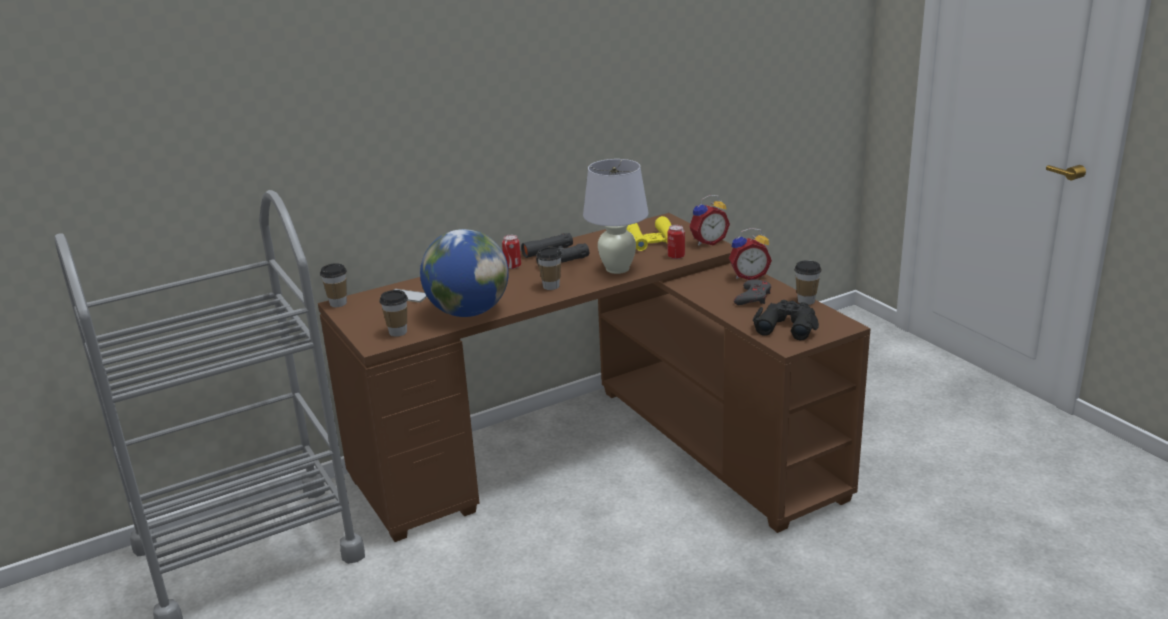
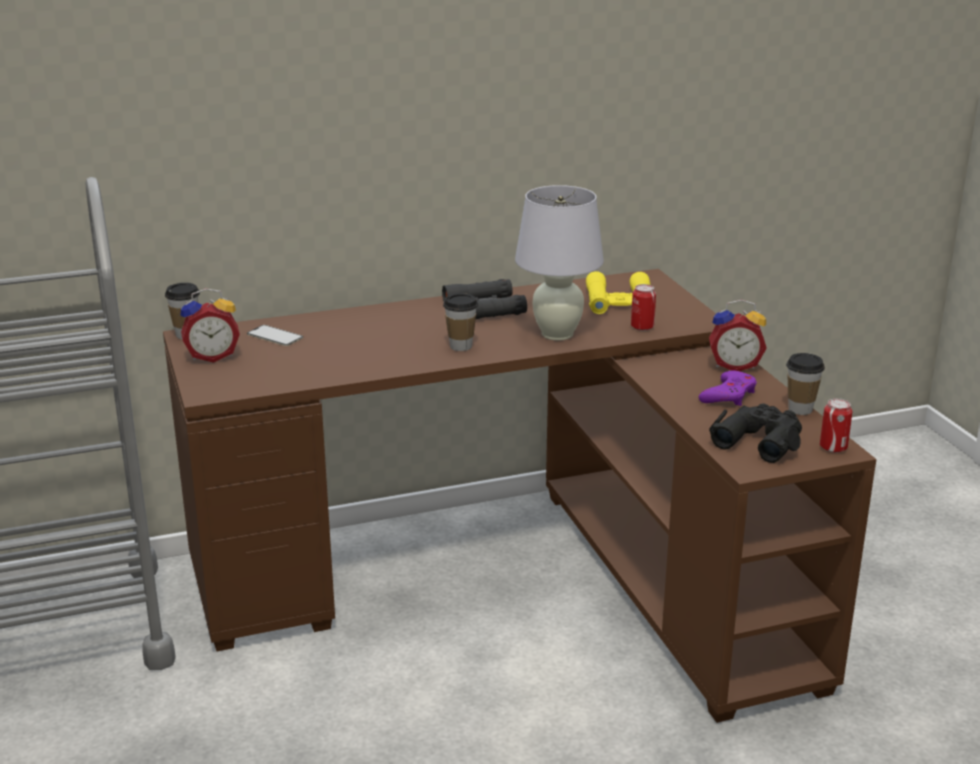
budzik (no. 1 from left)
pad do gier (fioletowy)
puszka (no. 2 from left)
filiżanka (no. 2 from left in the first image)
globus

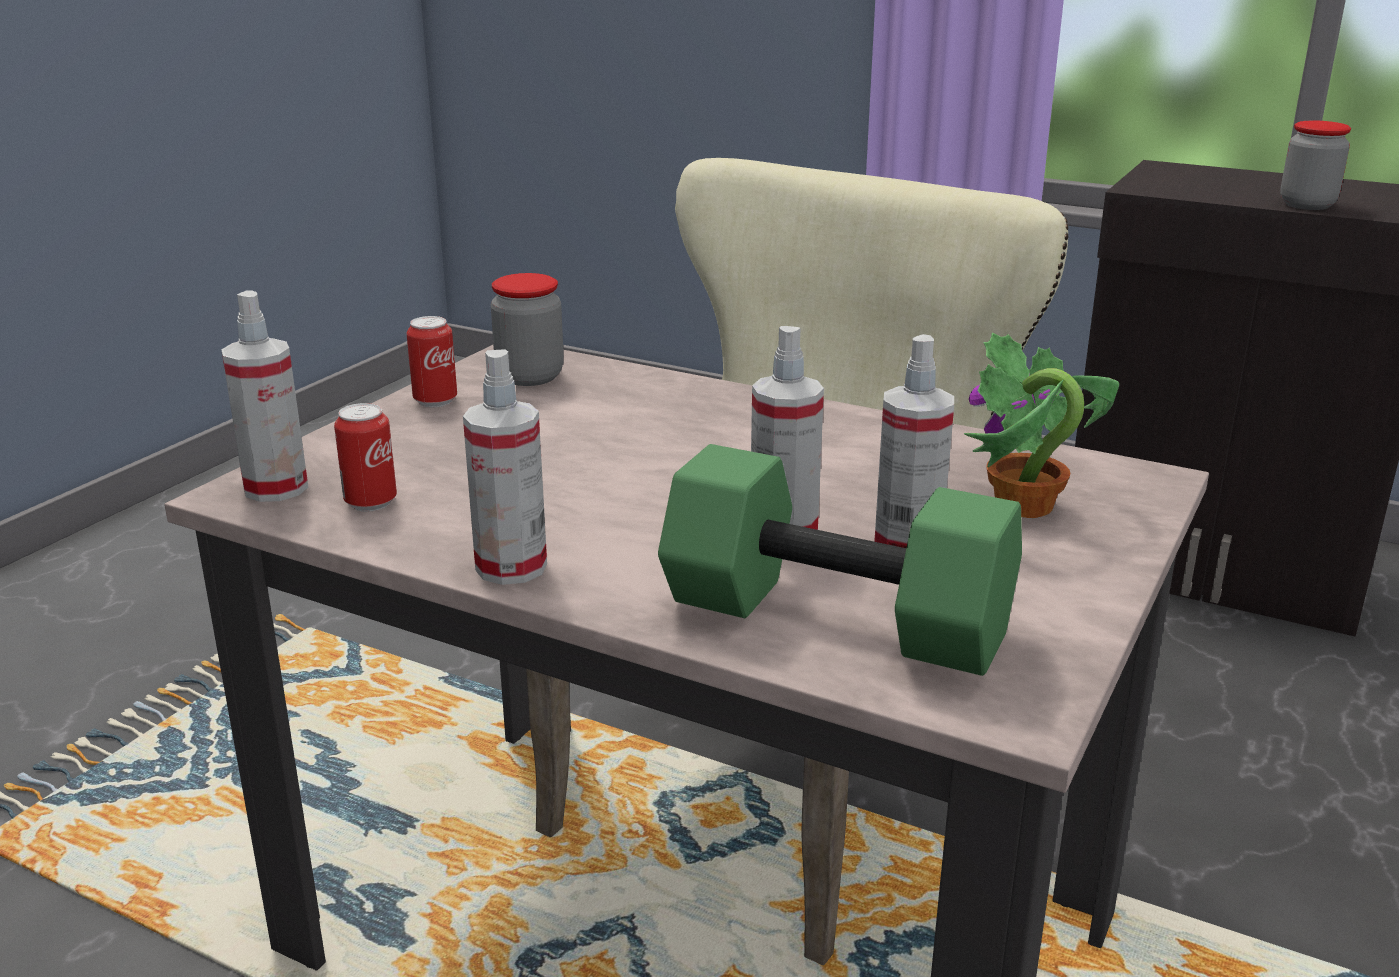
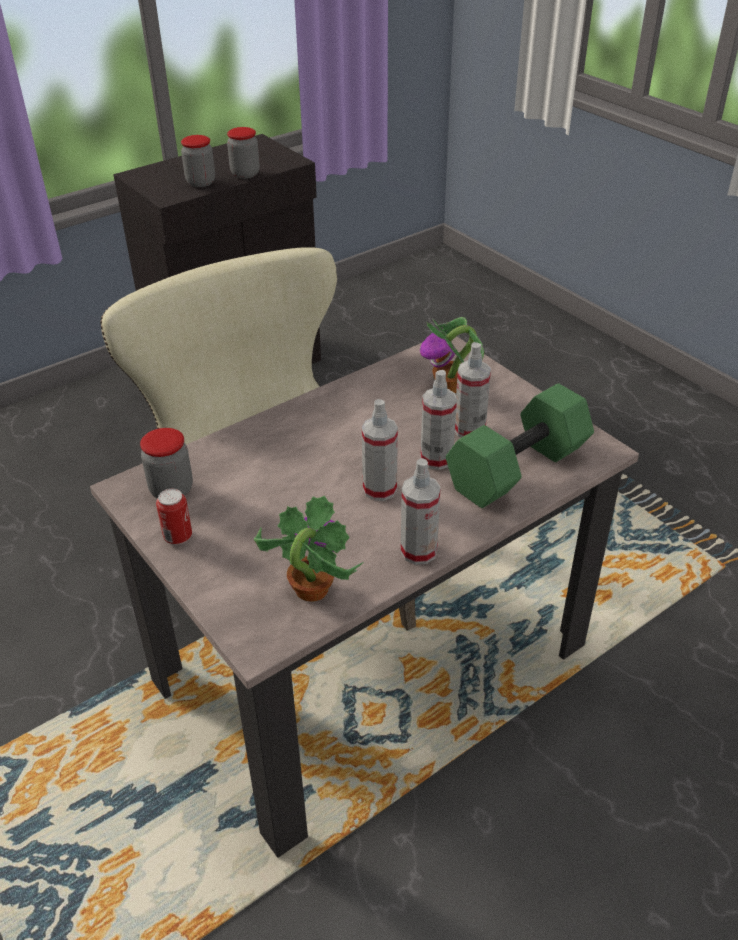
słoik (no. 2 from left)
roślina doniczkowa (no. 1 from left)
spryskiwacz (no. 1 from left)

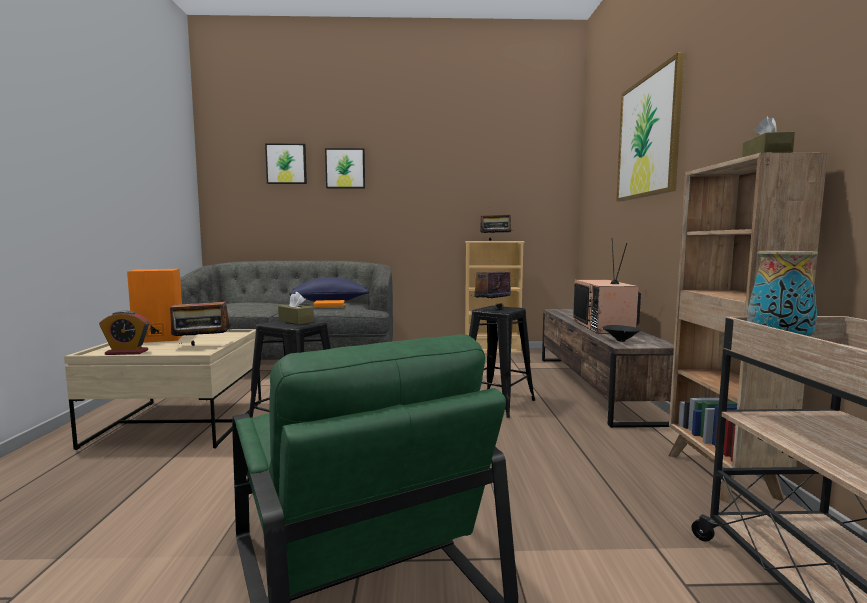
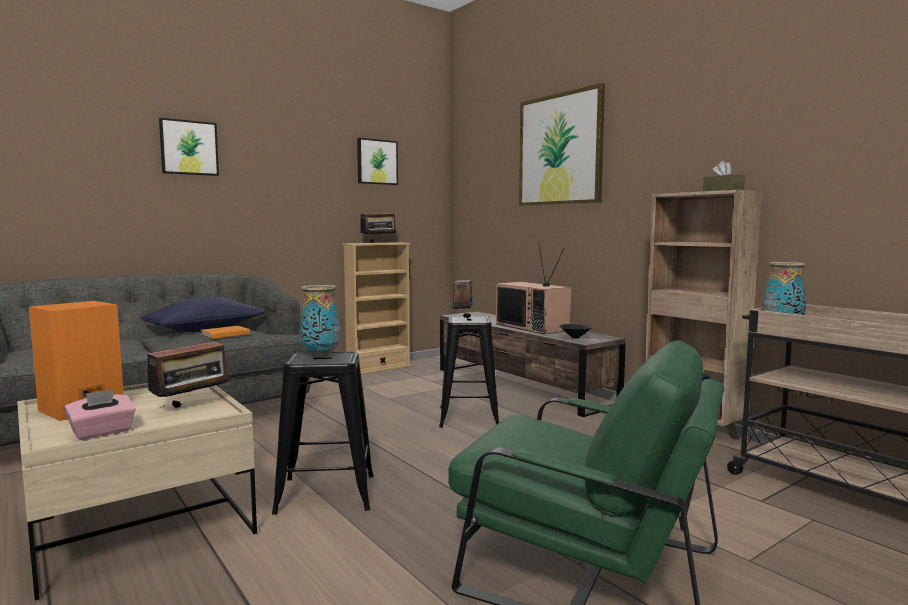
pudełko chusteczek (różowy)
wazon (no. 1 from left)
obraz (no. 2 from left)

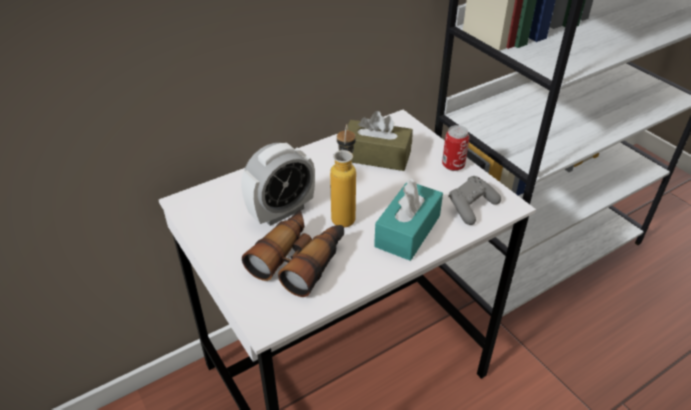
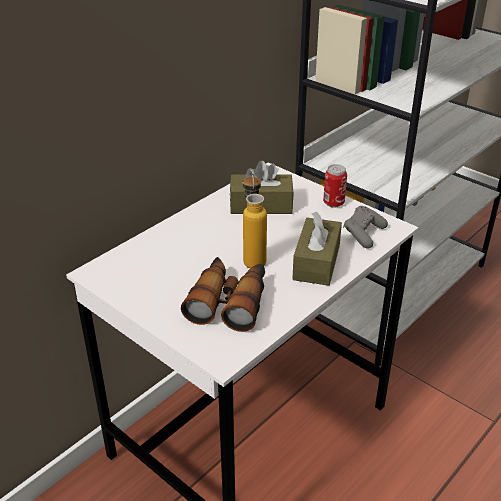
pudełko chusteczek (brązowy) (no. 2 from left)
budzik

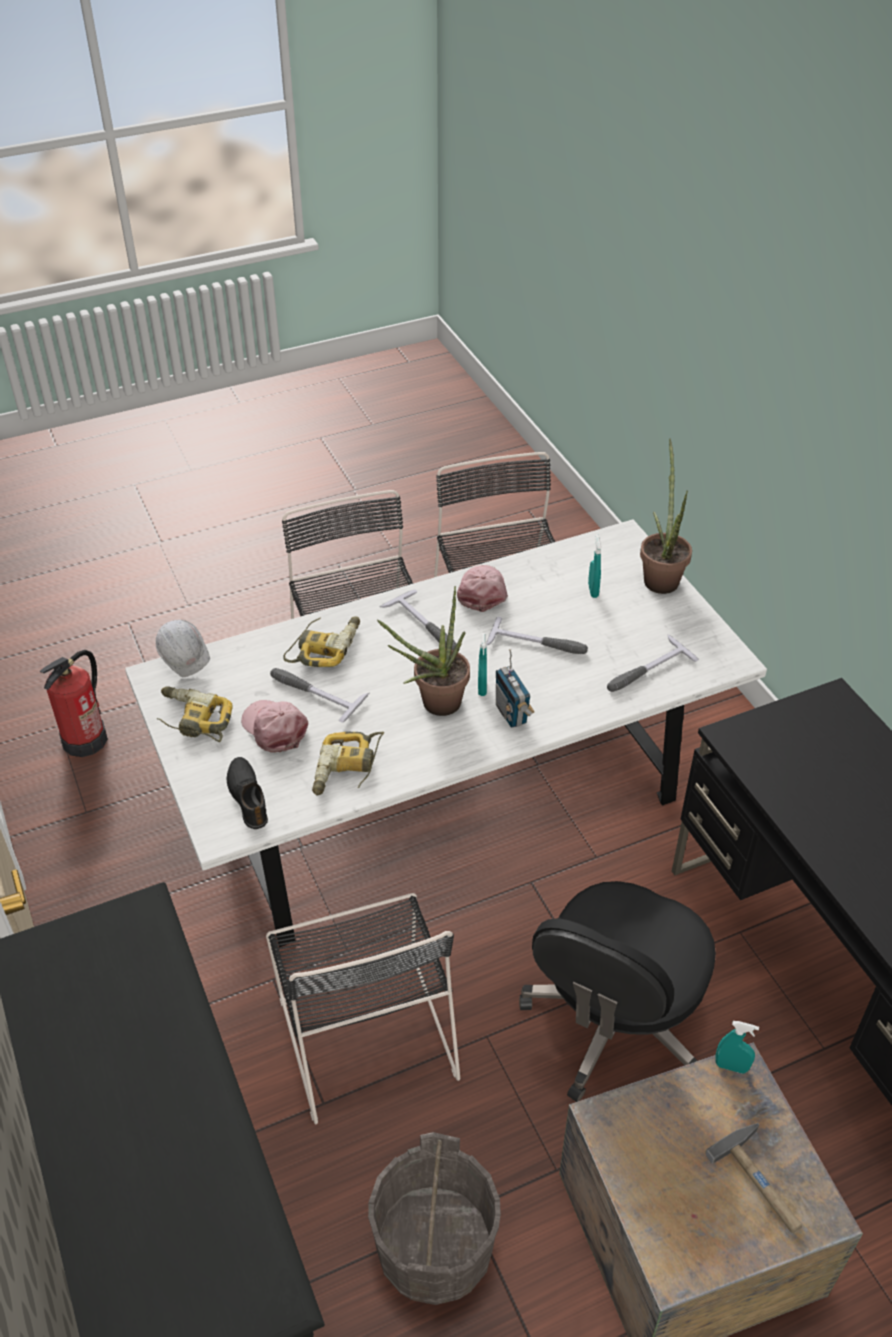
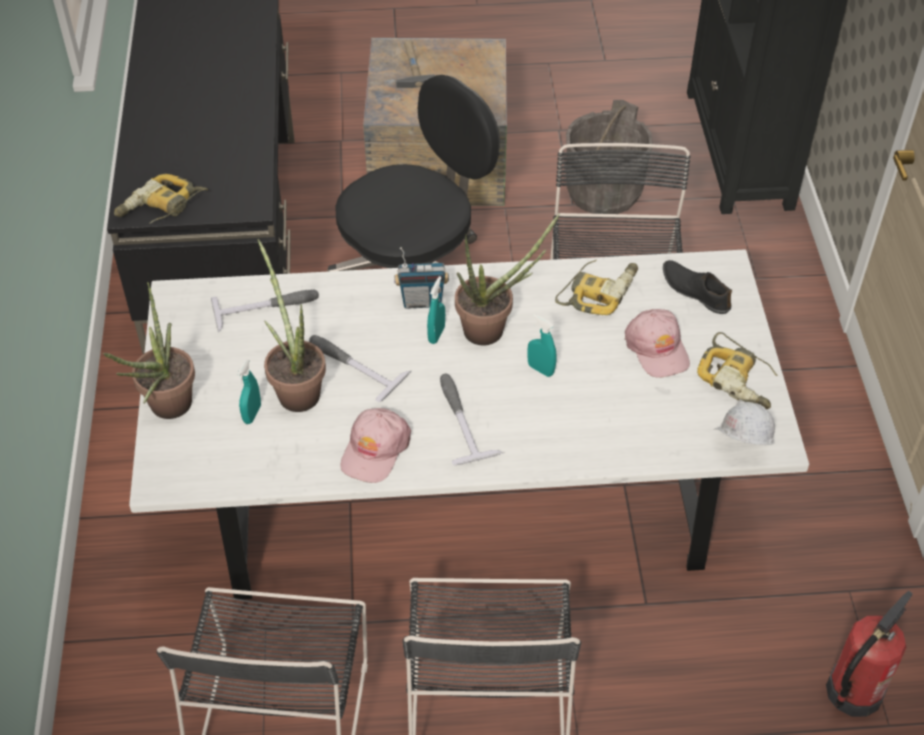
wiertarka (no. 1 from left)
roślina doniczkowa (no. 2 from left)
radio
spryskiwacz (turkusowy) (no. 3 from left)
but (czarny)
młotek (no. 1 from left in the first image)

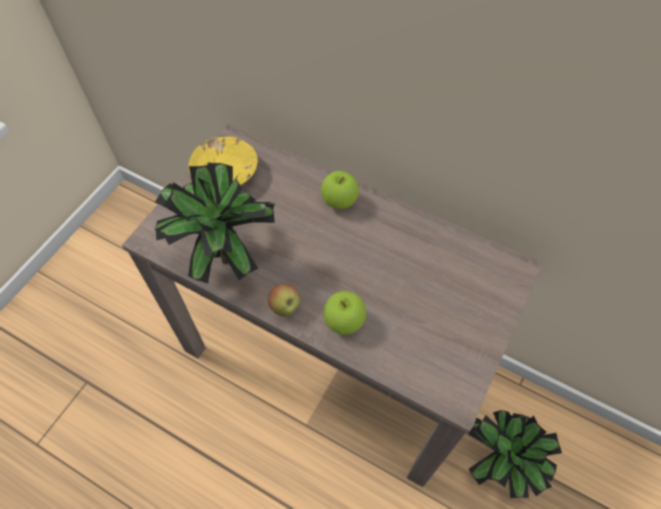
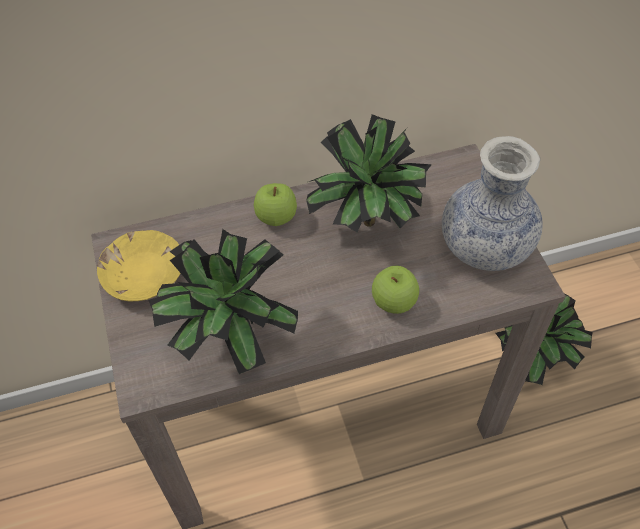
roślina doniczkowa (no. 2 from left)
wazon
jabłko (no. 1 from left in the first image)

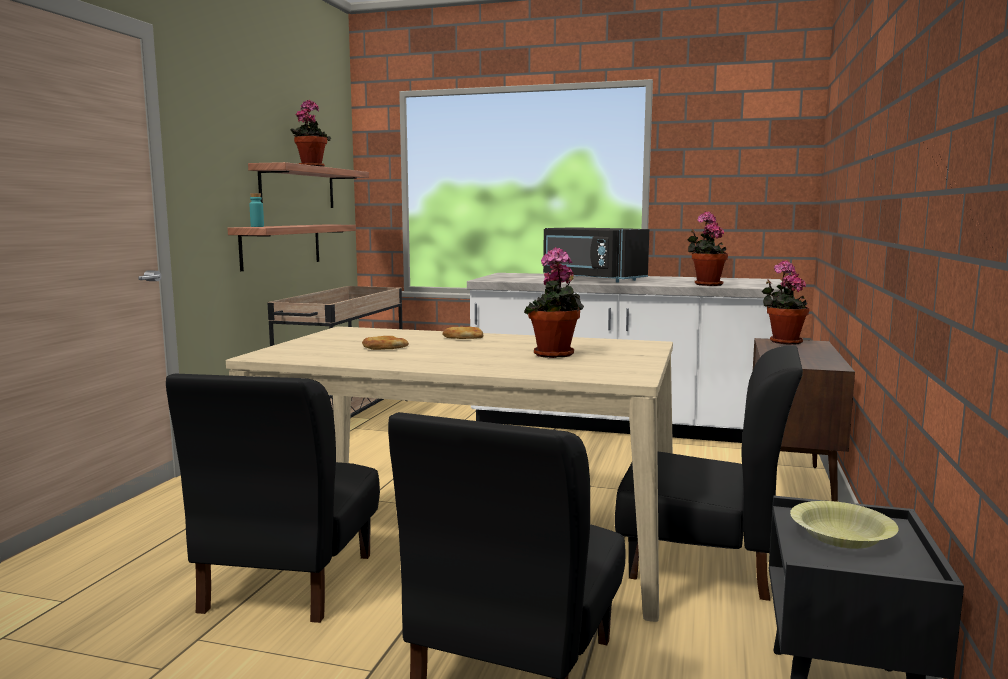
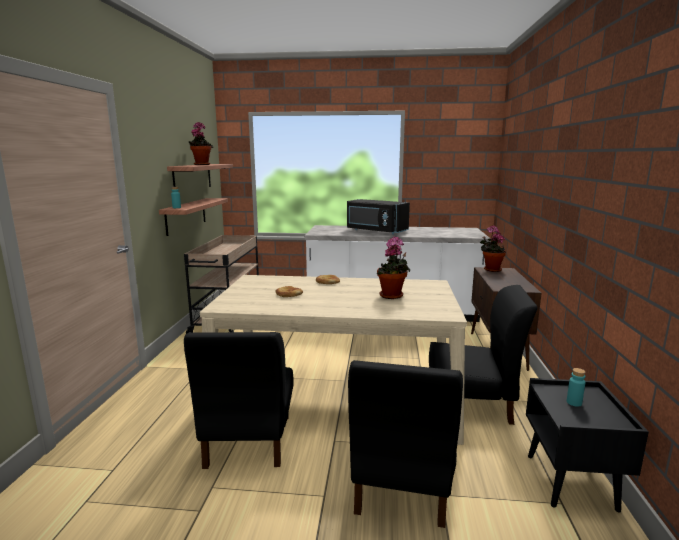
butelka (turkusowy) (no. 2 from left)
roślina doniczkowa (no. 3 from left in the first image)

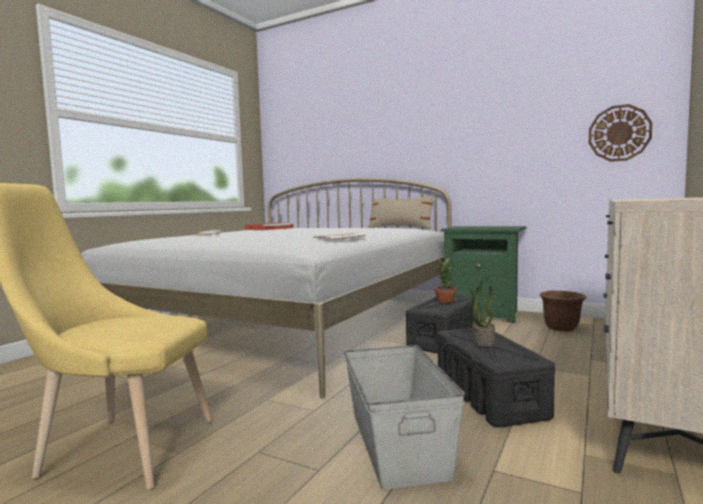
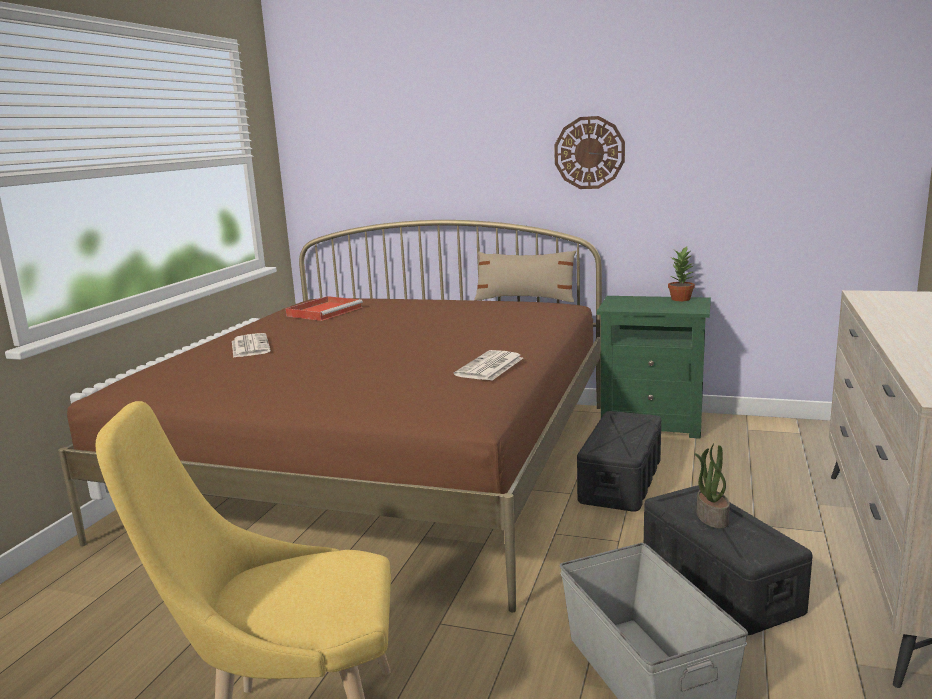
łóżko (brązowy)
zegar ścienny
roślina doniczkowa (no. 1 from left)
donica (brązowy)

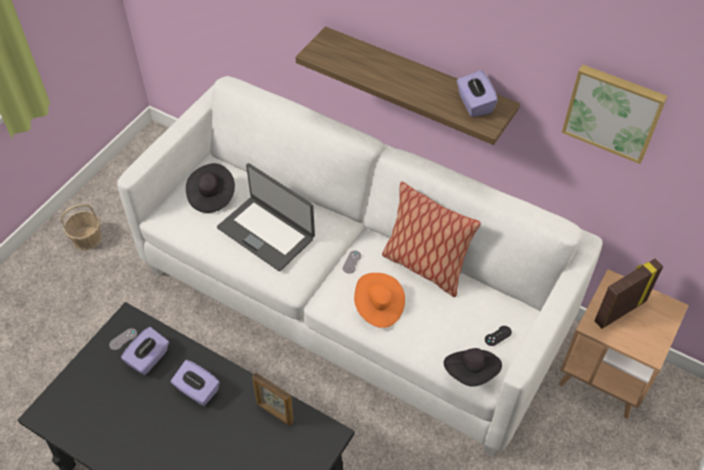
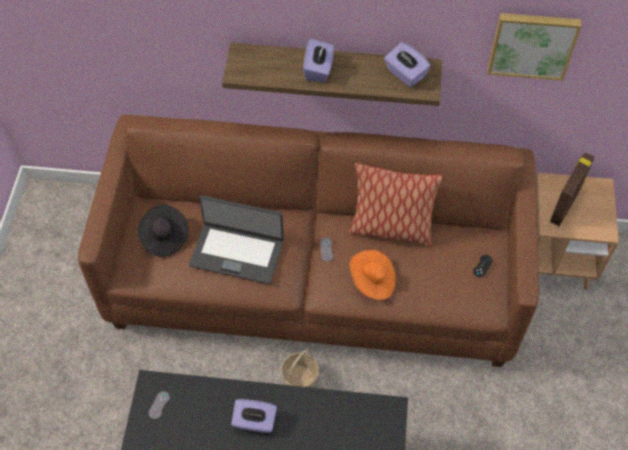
kanapa (brązowy)
koszyk
pudełko chusteczek (fioletowy) (no. 2 from left)
ramka na zdjęcie (no. 1 from left in the first image)
kapelusz (czarny) (no. 2 from left in the first image)

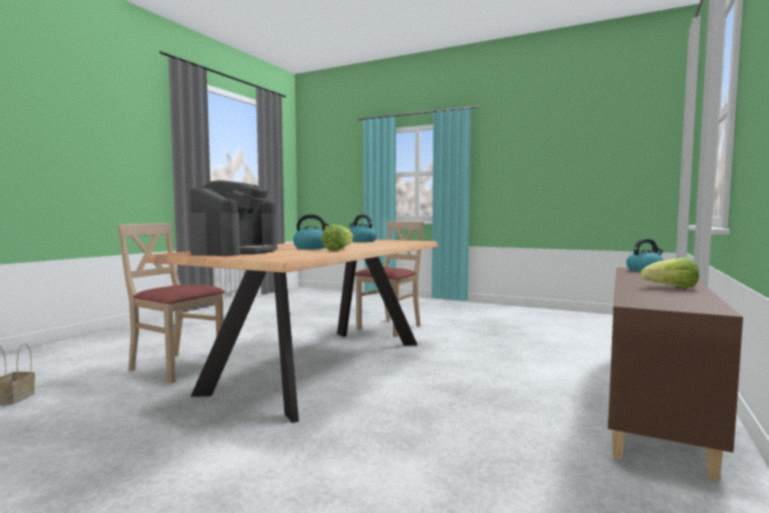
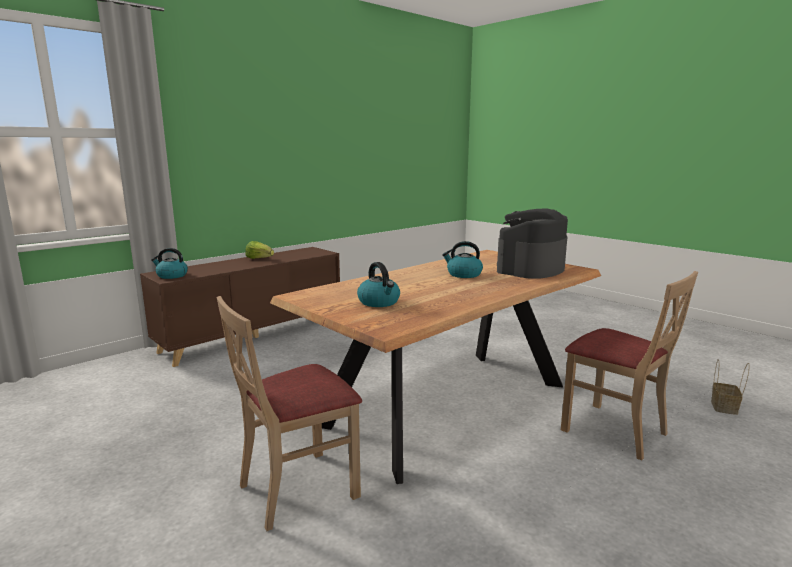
sałata (no. 1 from left in the first image)

